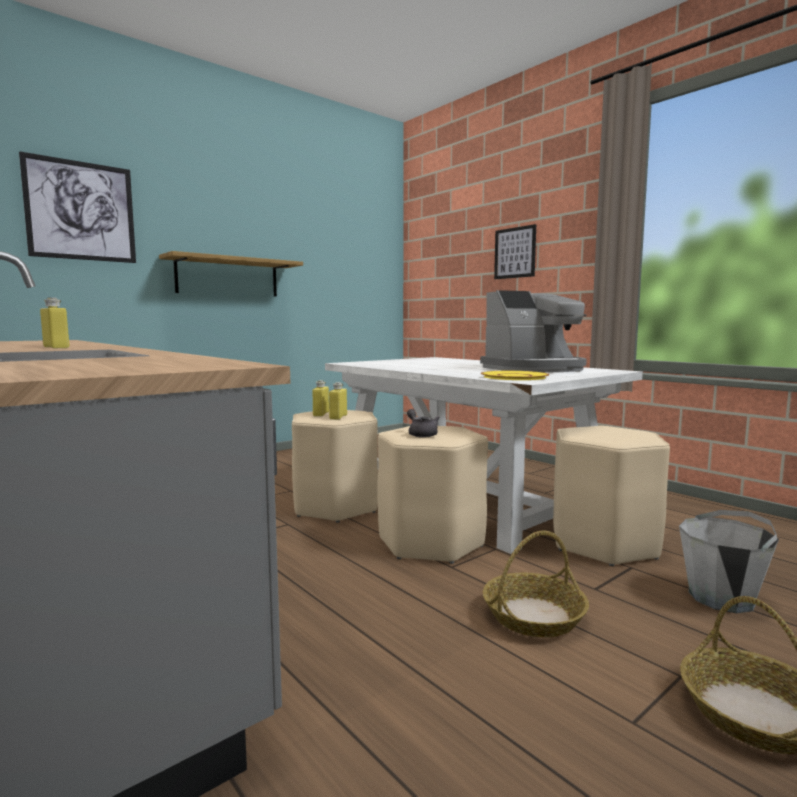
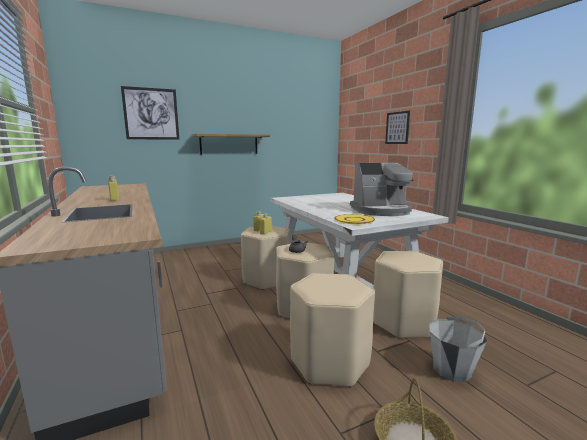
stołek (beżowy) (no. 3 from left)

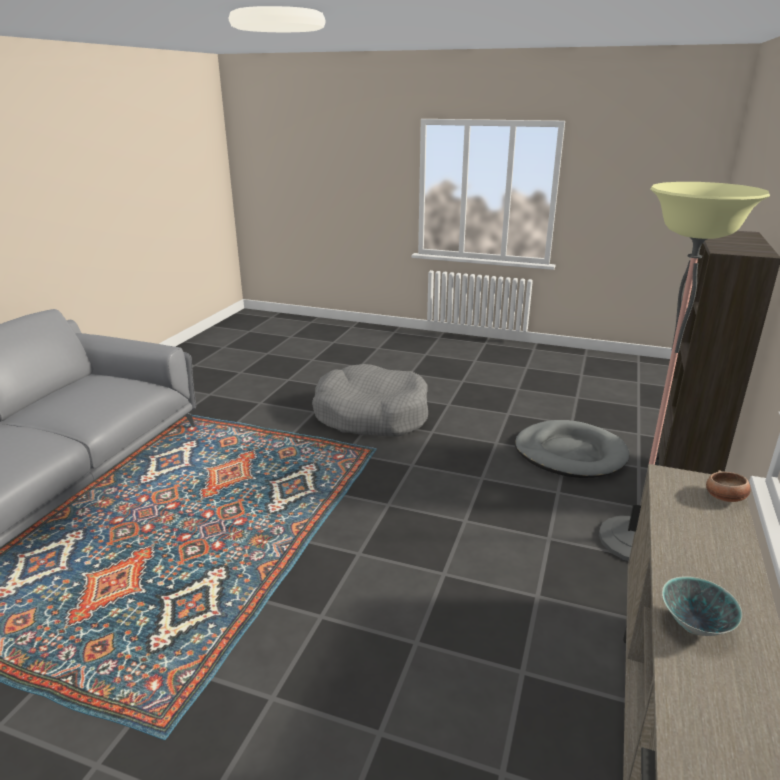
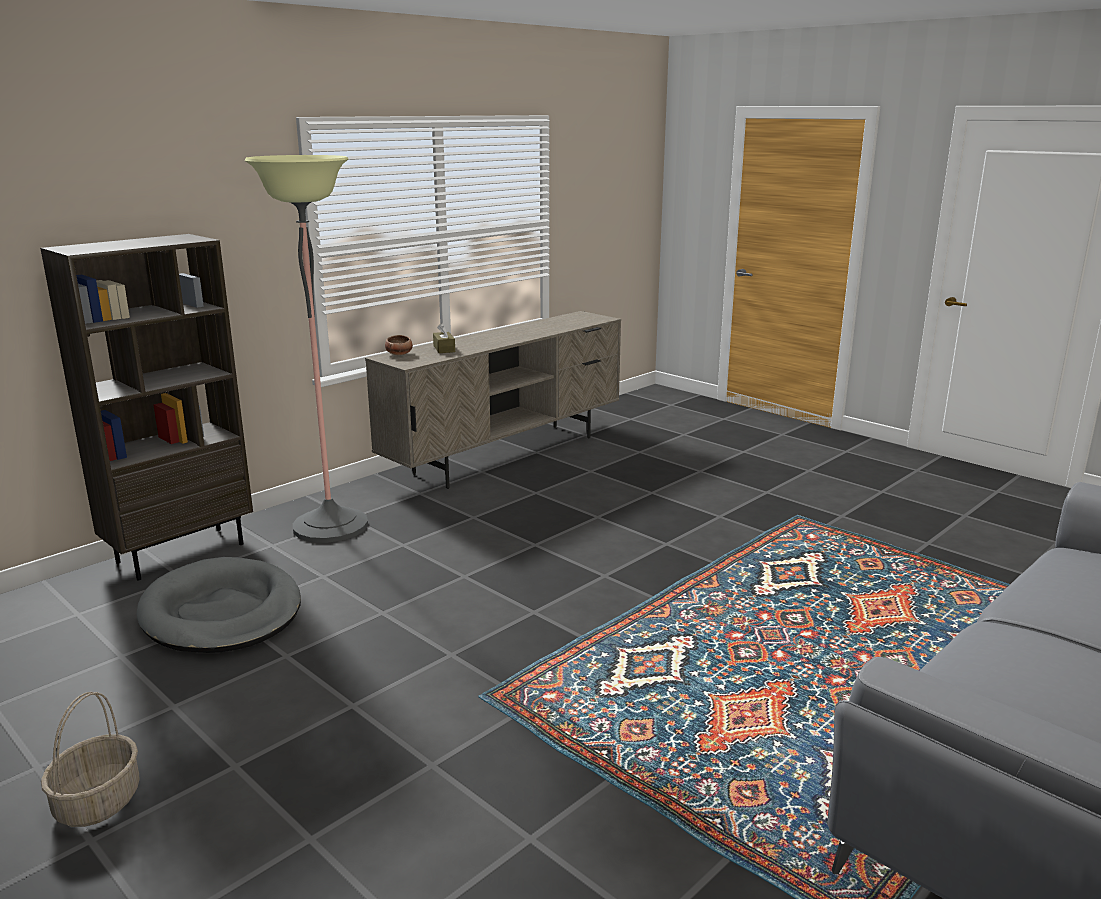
koszyk
pudełko chusteczek (brązowy)
legowisko (szary) (no. 1 from left in the first image)
miska (no. 1 from left in the first image)

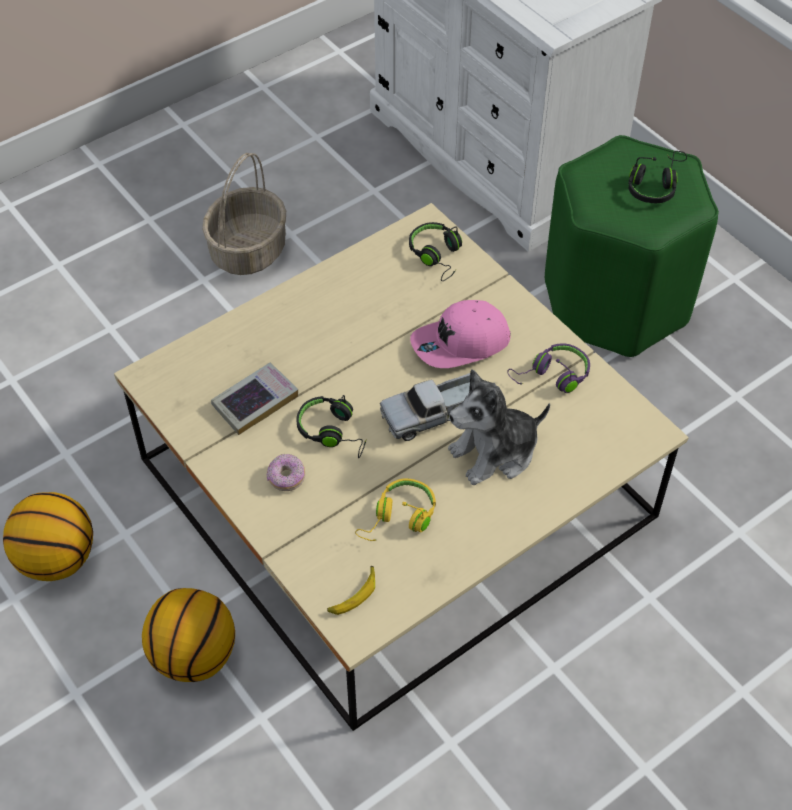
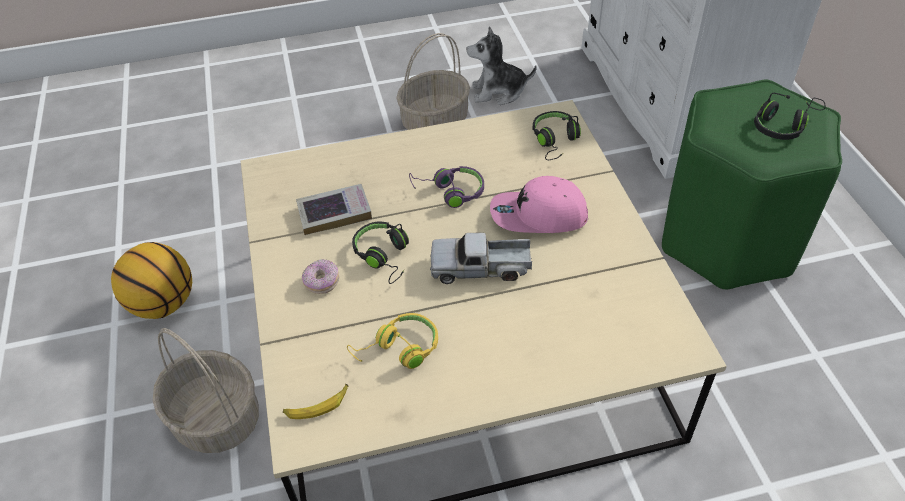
koszyk (no. 1 from left)
słuchawki (fioletowy)
pluszak

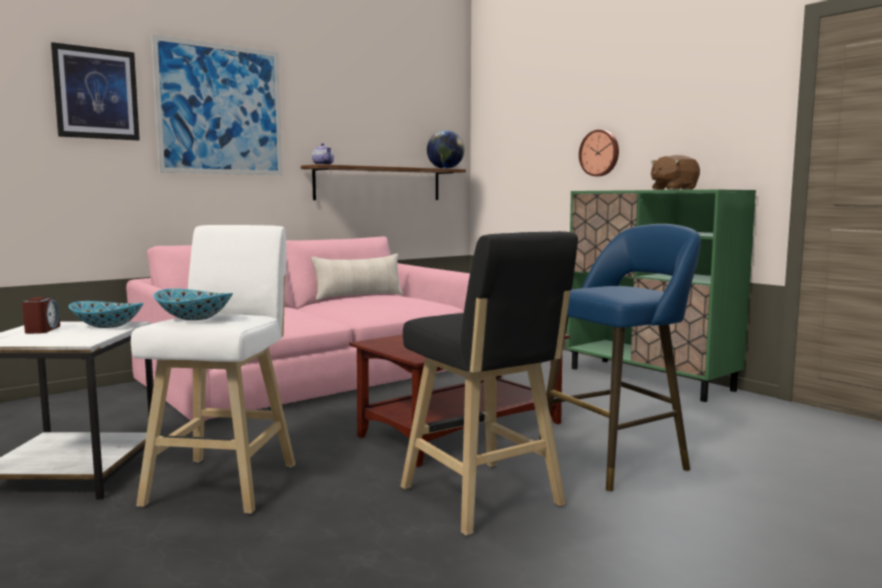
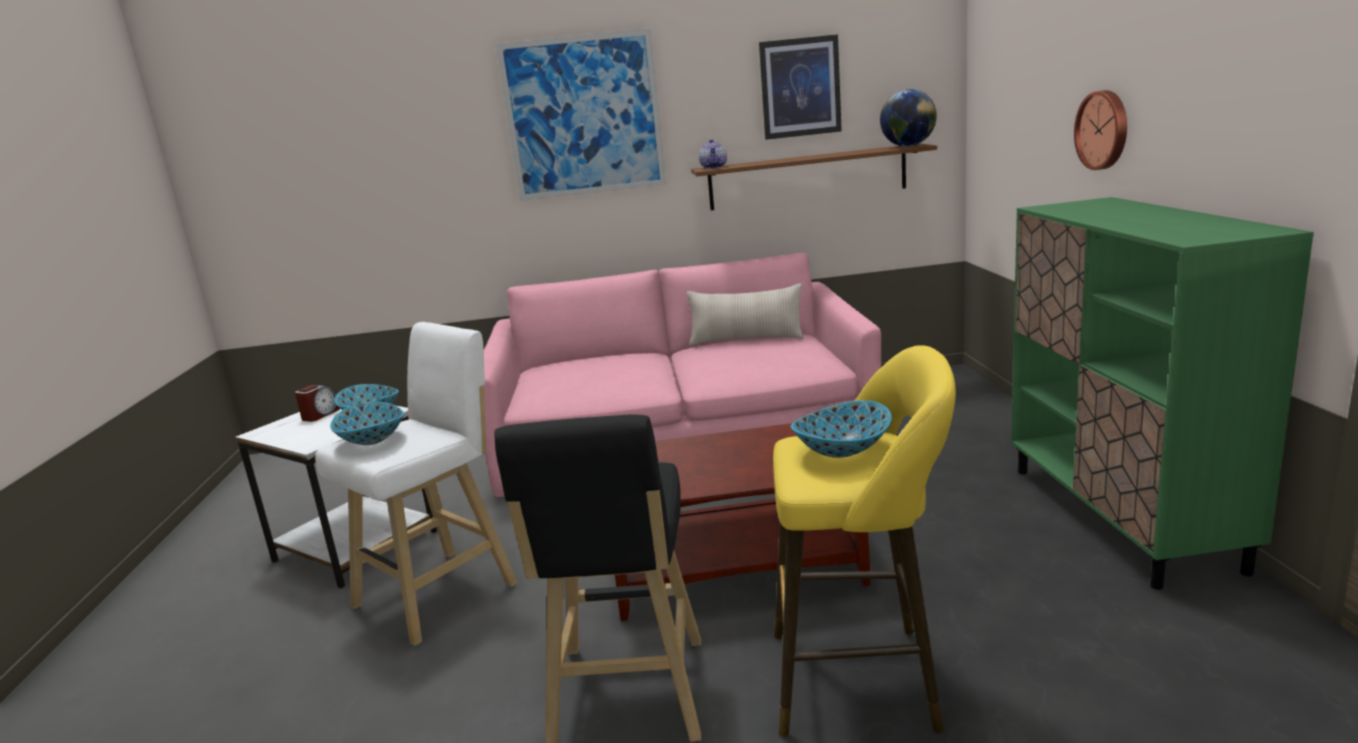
obraz (no. 2 from left)
stołek (żółty)
miska (no. 3 from left)
pluszak (brązowy)

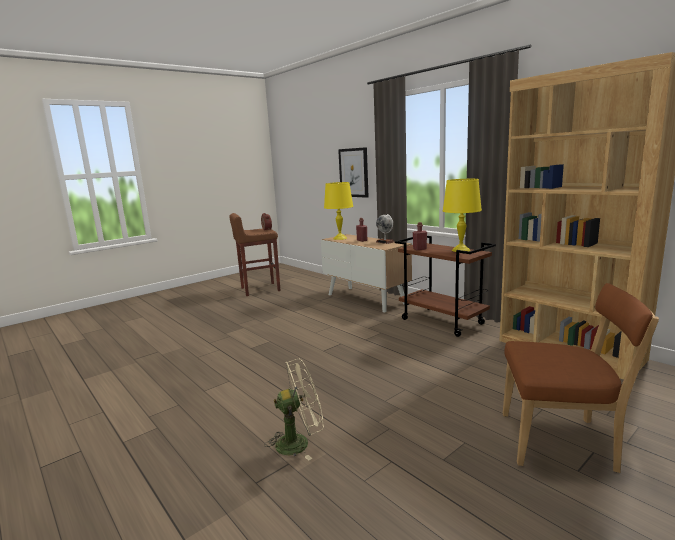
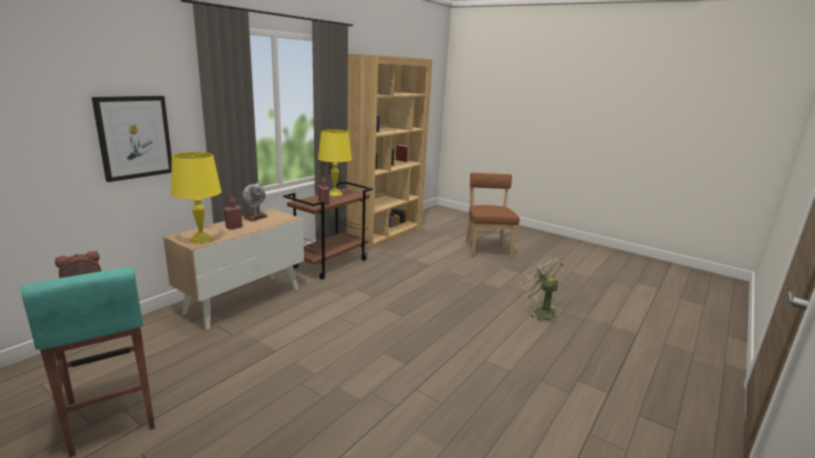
stołek (turkusowy)

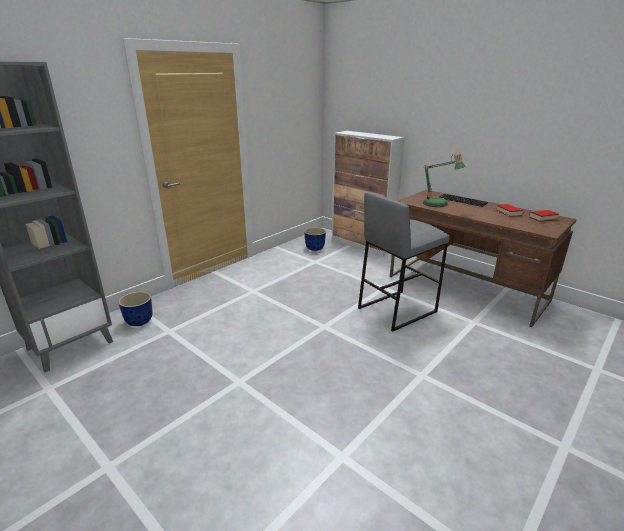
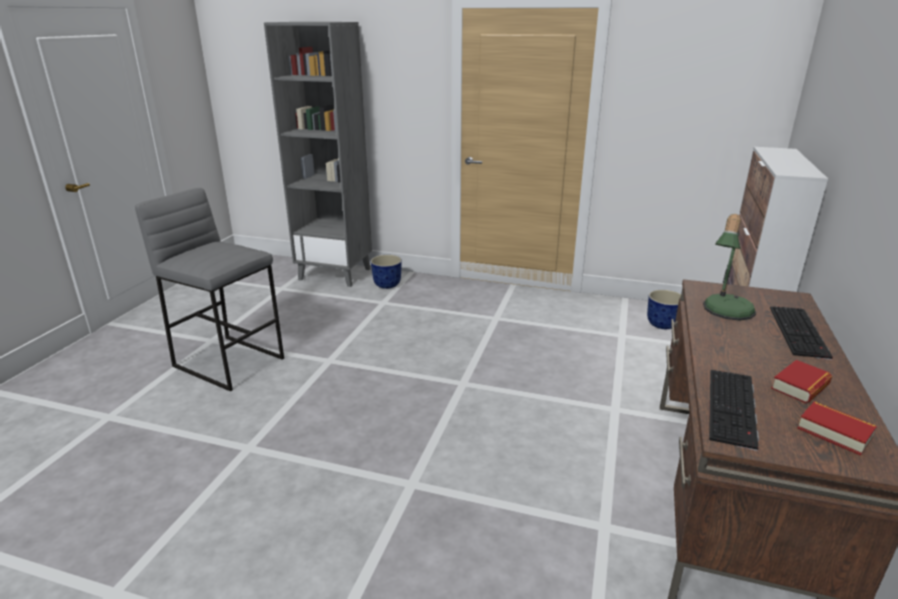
stołek (szary)
klawiatura (no. 1 from left)

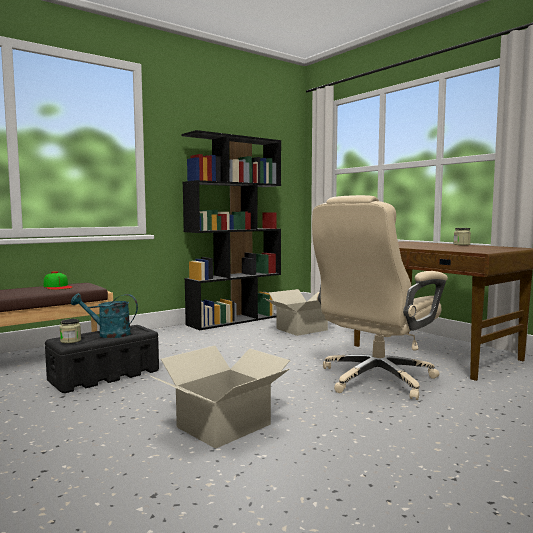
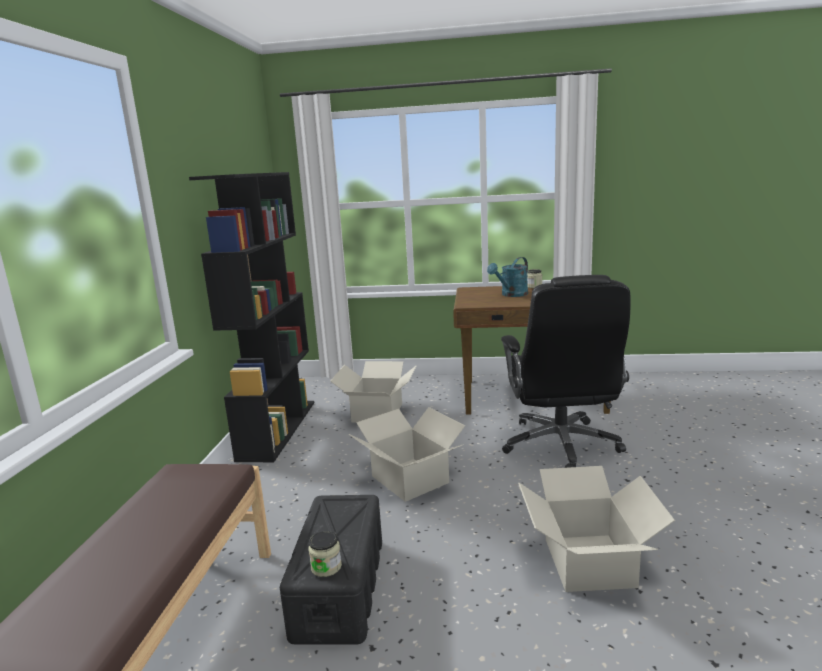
karton (no. 2 from left)
konewka (turkusowy)
krzesło biurowe (czarny)
czapka z daszkiem

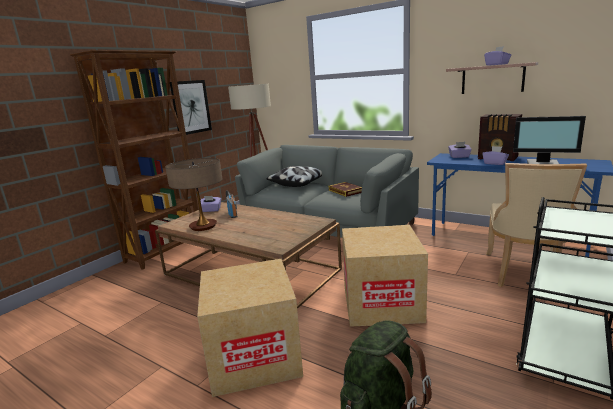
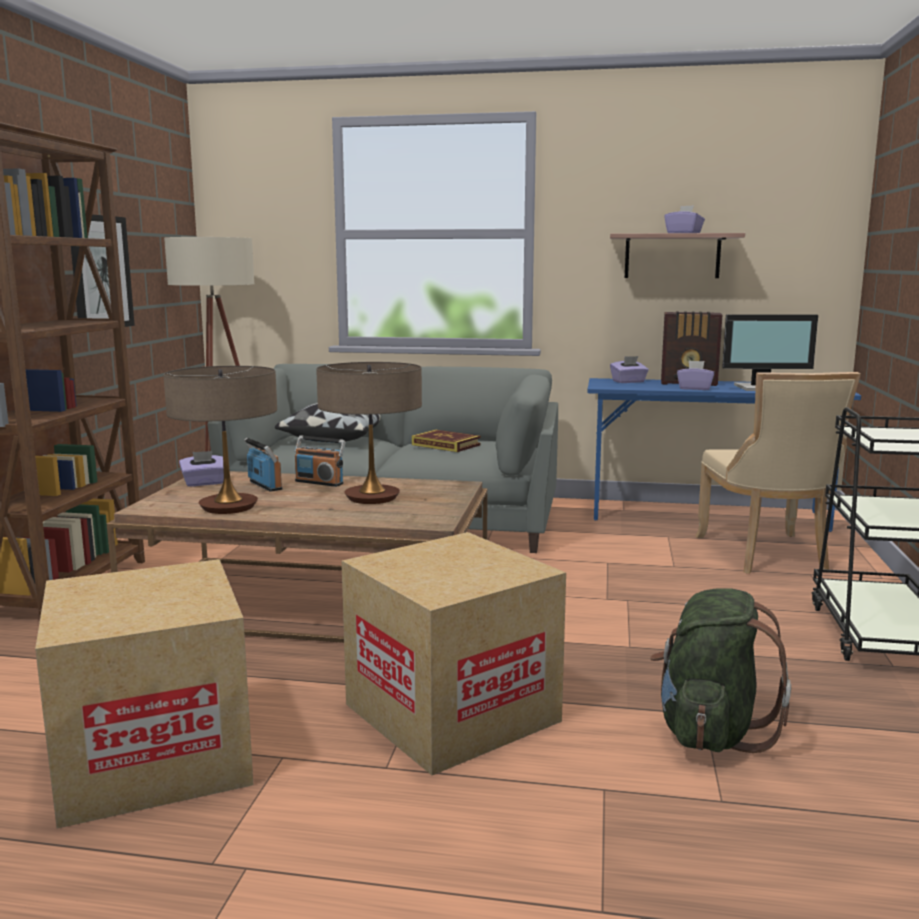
karton (no. 1 from left)
radio (no. 2 from left)
lampa stołowa (no. 2 from left)

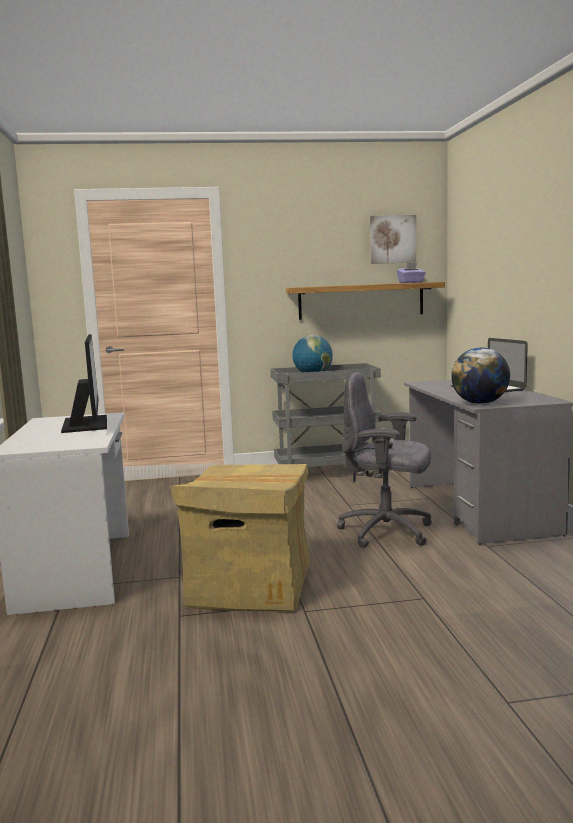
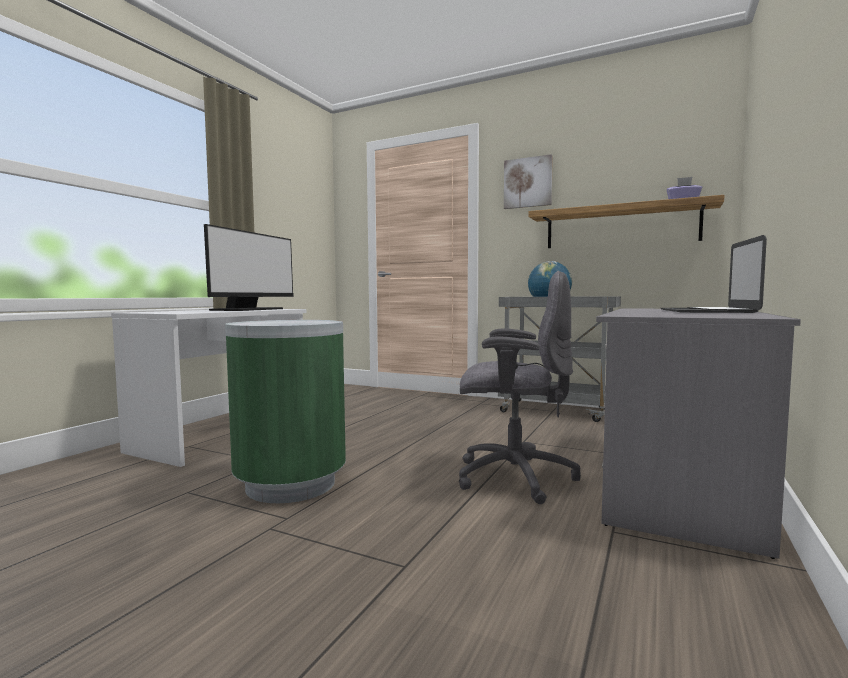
kosz na śmieci (zielony)
krzesło biurowe (szary)
obraz
globus (no. 2 from left in the first image)

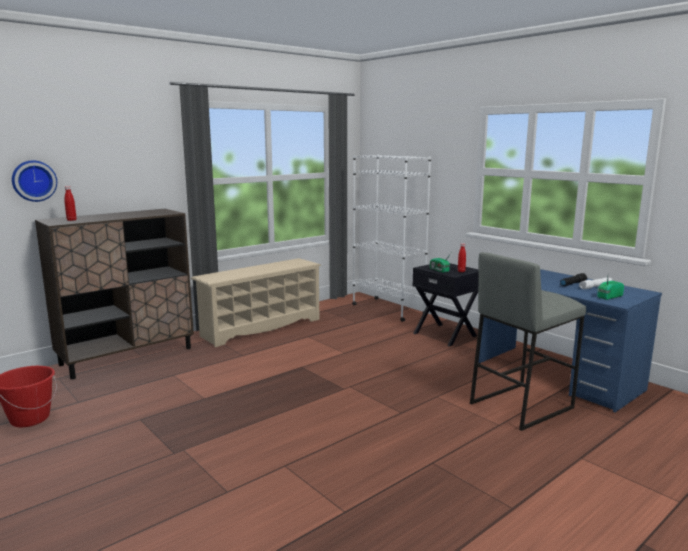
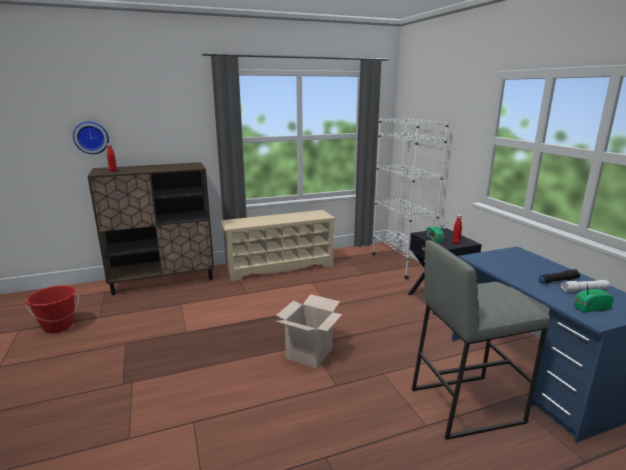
karton

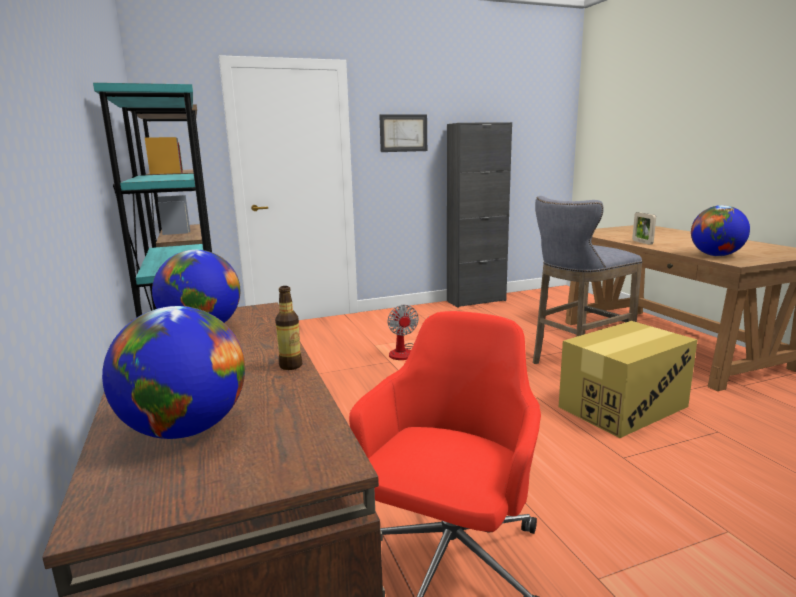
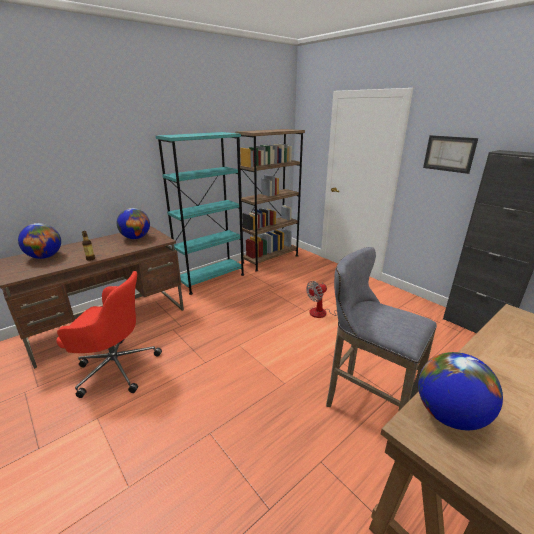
karton
ramka na zdjęcie

